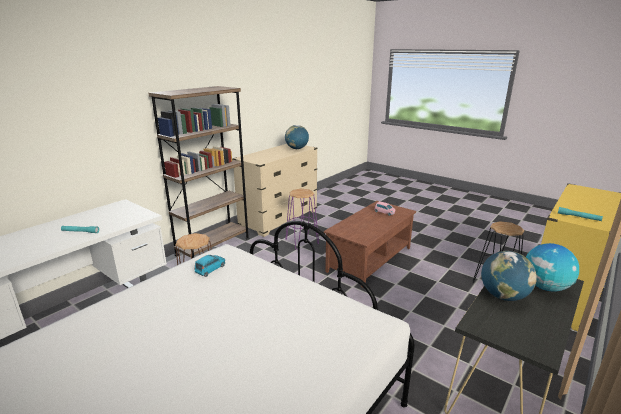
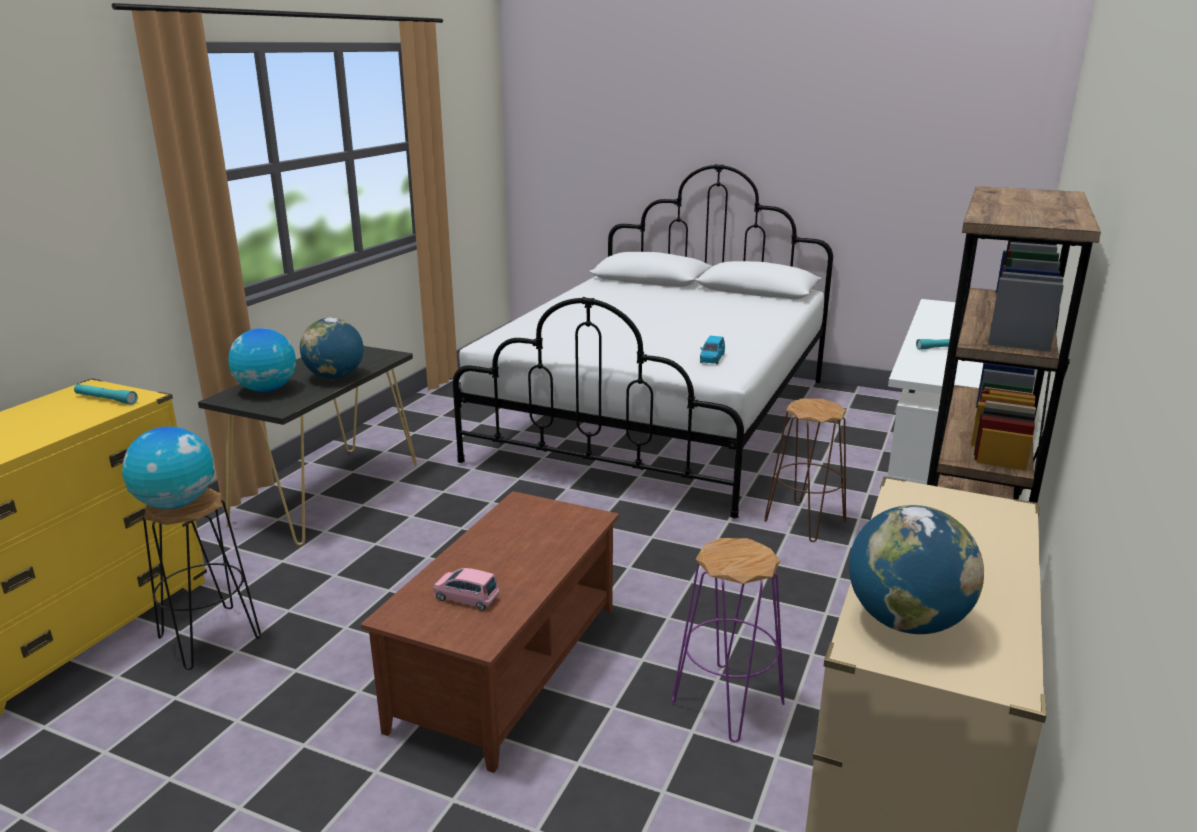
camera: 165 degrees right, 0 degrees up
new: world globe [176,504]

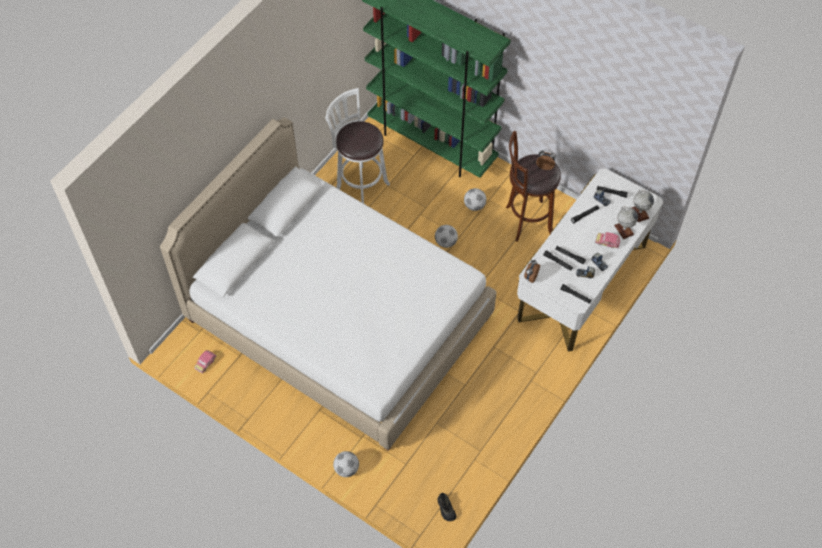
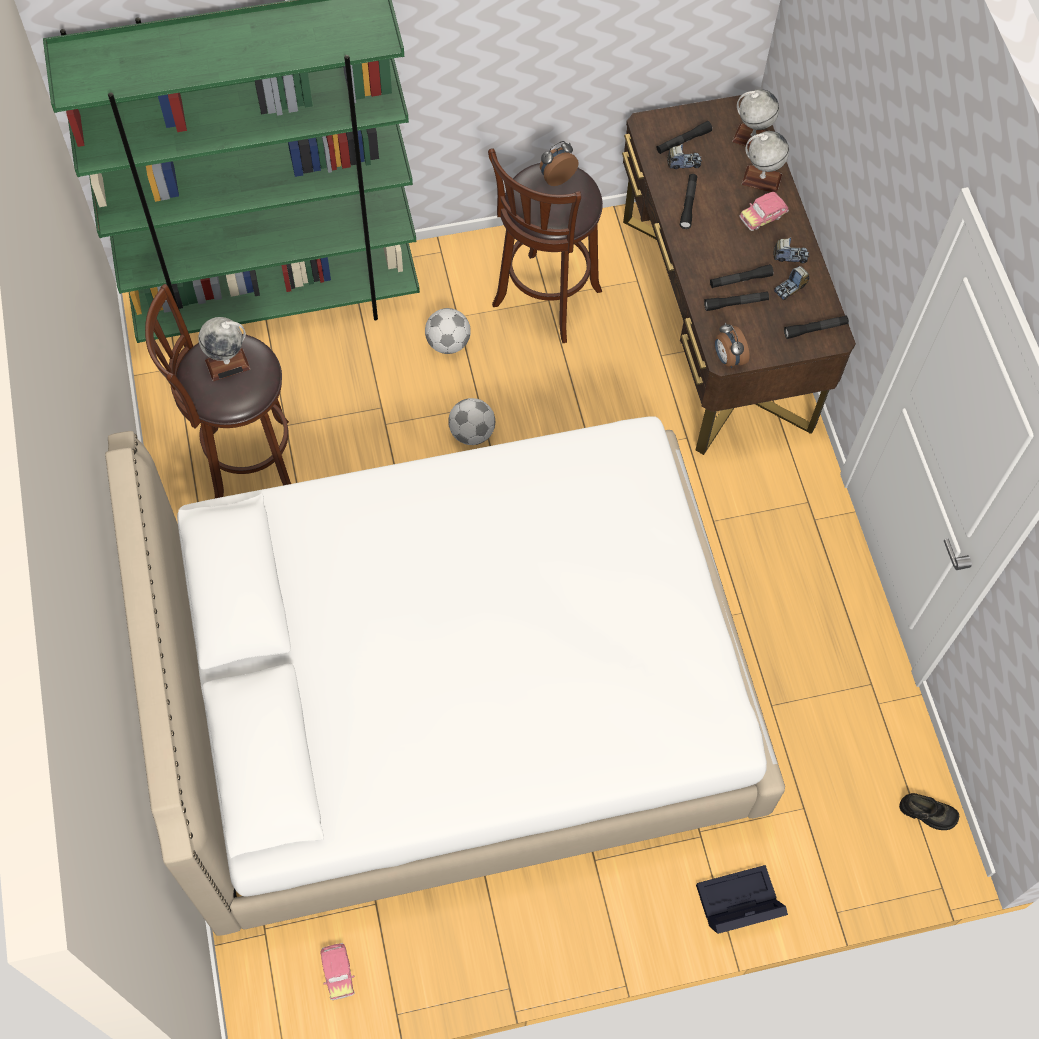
camera: 50 degrees left, 5 degrees up
new: world globe [227,364]
swapped: football ball [346,469] to storage bin (blackish) [736,904]
repainted: stool seat (white-coloured) [360,186] to stool seat (brownish) [245,464]; desk unit (white-coloured) [582,282] to desk unit (brownish) [715,321]

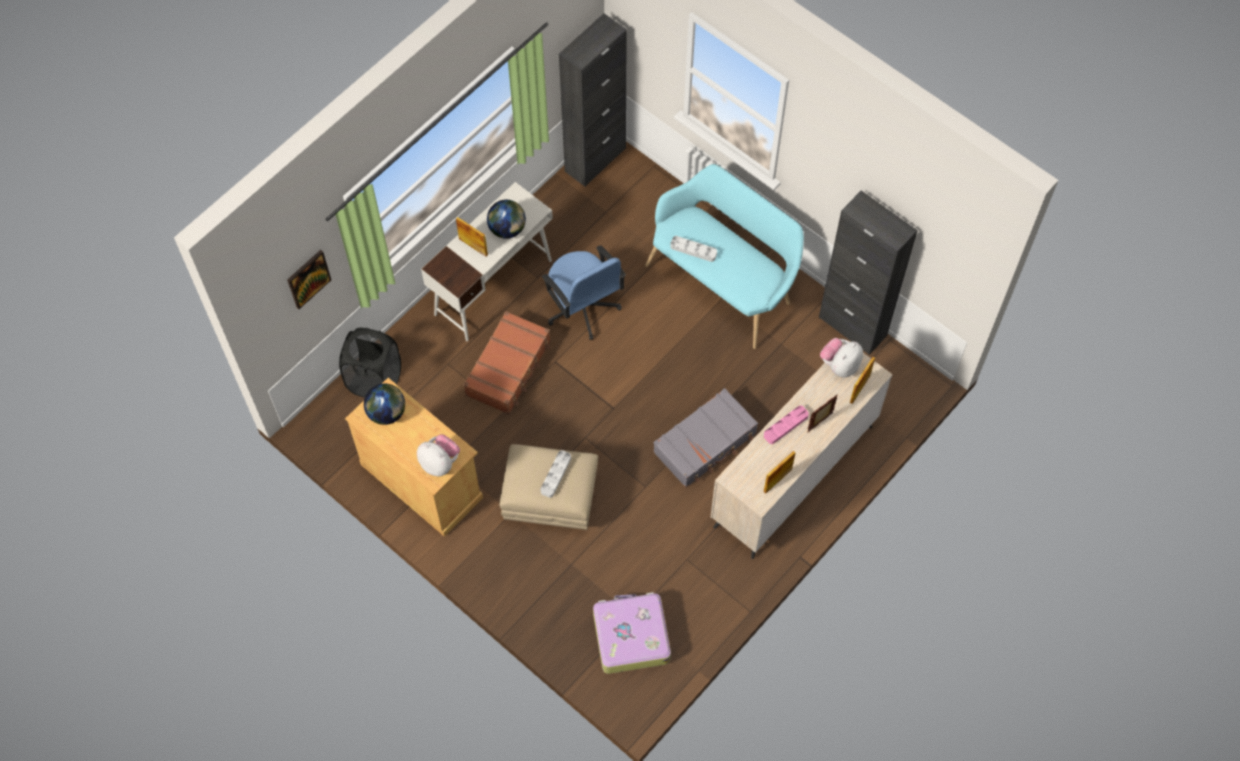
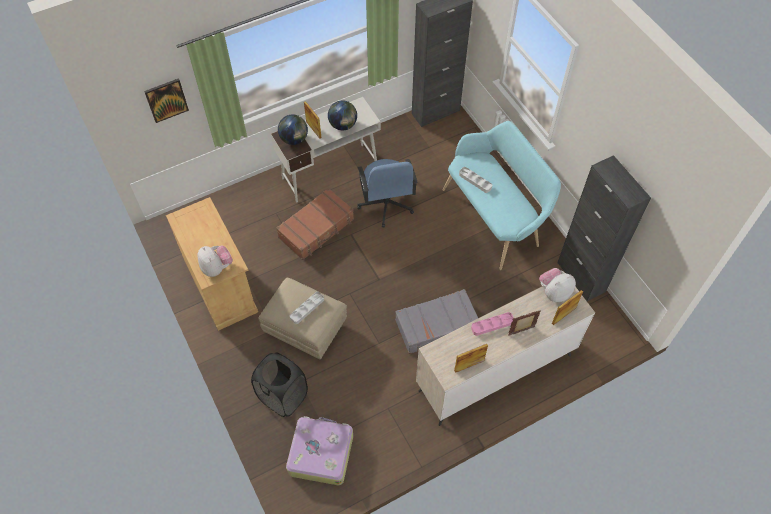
camera: 20 degrees right, 5 degrees down
shifted: hamper (blackish) [375,381] to [283,396]; world globe [387,412] to [294,139]

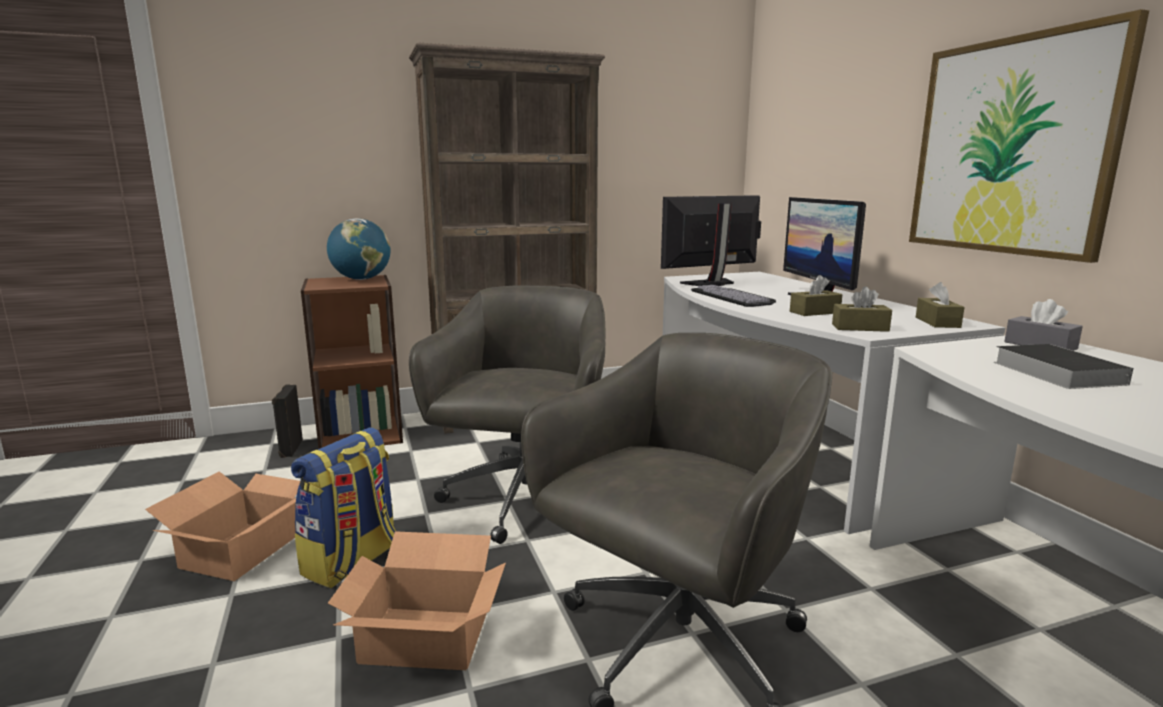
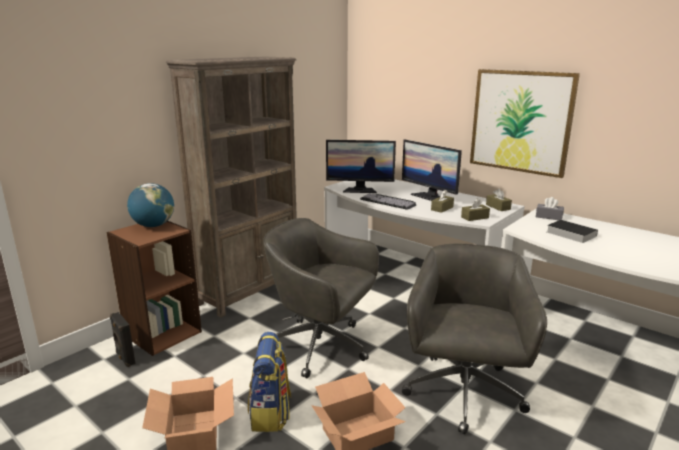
camera: 30 degrees left, 5 degrees up
rotated: office chair (grey) [525,500] = [321,347] 45 degrees counterclockwise; computer display [711,283] = [360,190] 120 degrees counterclockwise

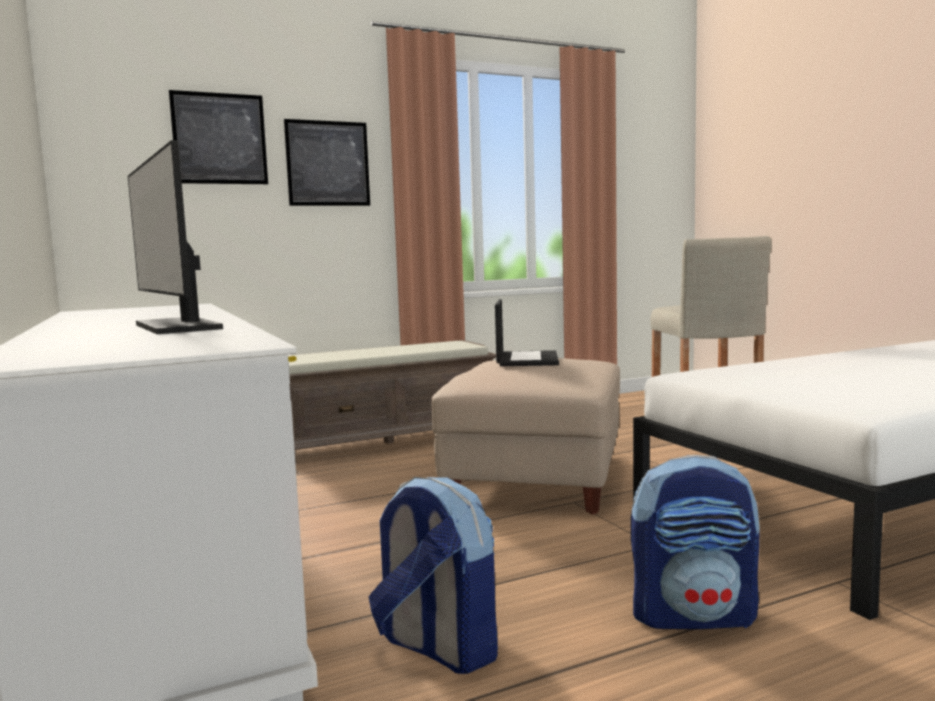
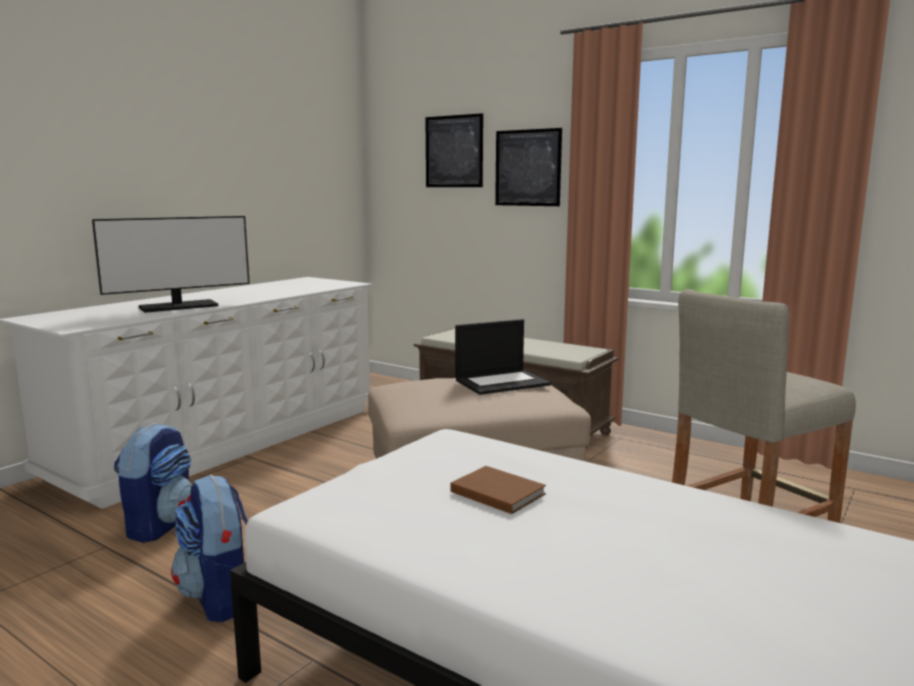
camera: 60 degrees right, 5 degrees up
new: book (brownish) [496,492]
rotated: computer display [177,327] = [179,307] 150 degrees counterclockwise

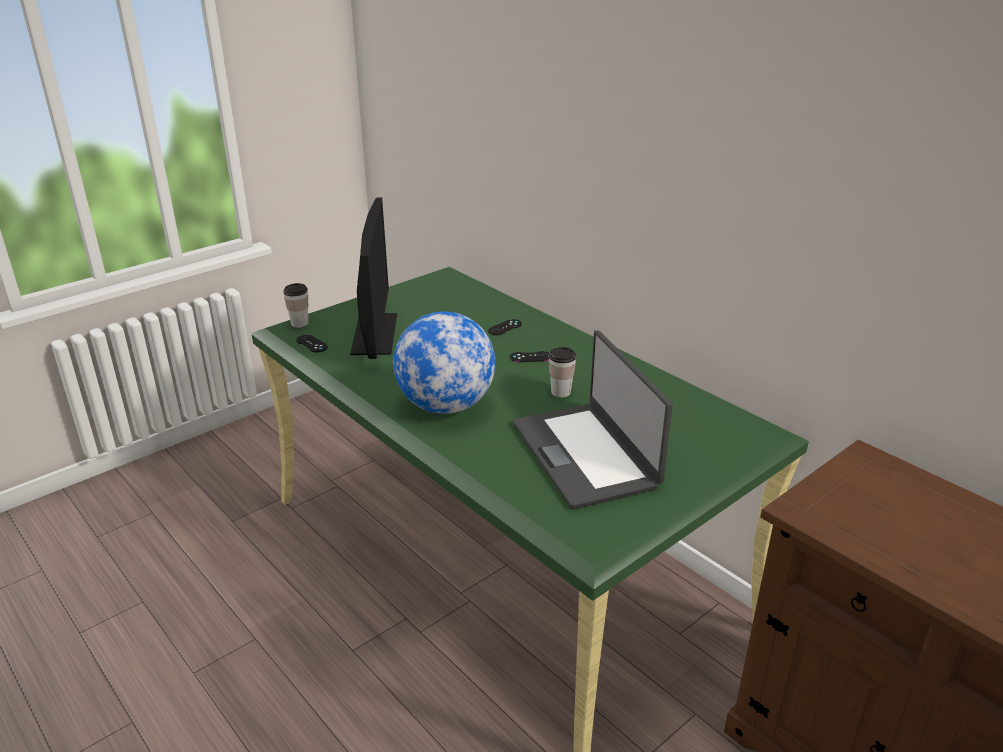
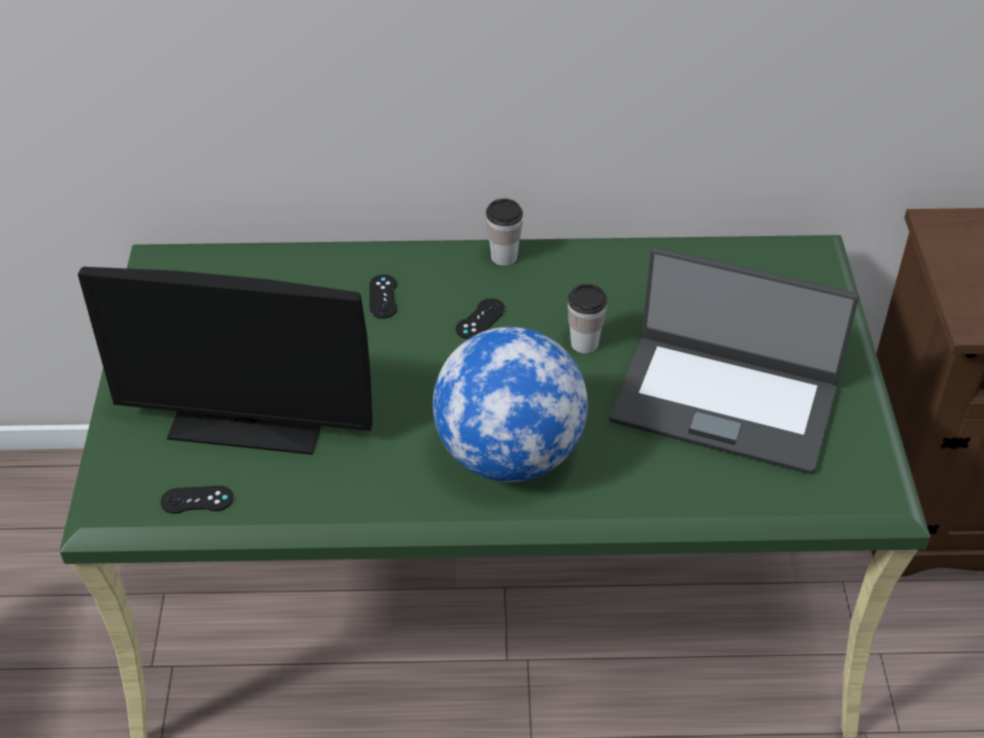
camera: 50 degrees left, 15 degrees up
shifted: drinking cup [299,323] to [504,257]
rotated: computer display [374,333] = [248,422] 150 degrees clockwise

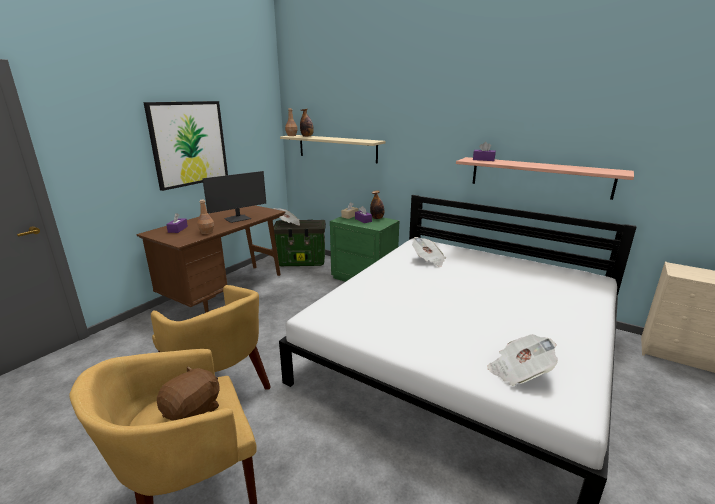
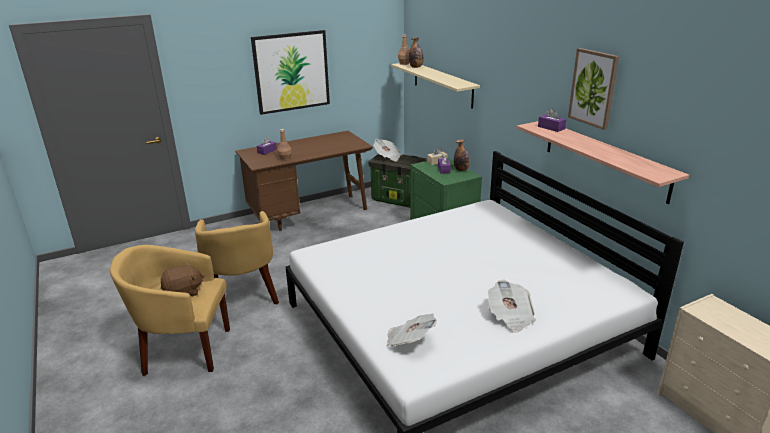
camera: 30 degrees right, 5 degrees up
gone: computer display [238,219]
new: picture [593,88]
shifted: newspaper [428,260] to [510,317]

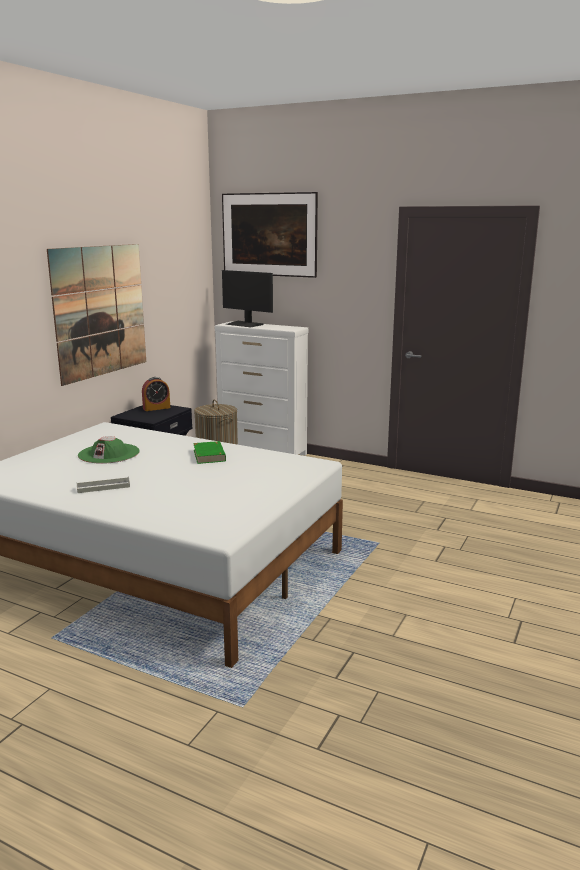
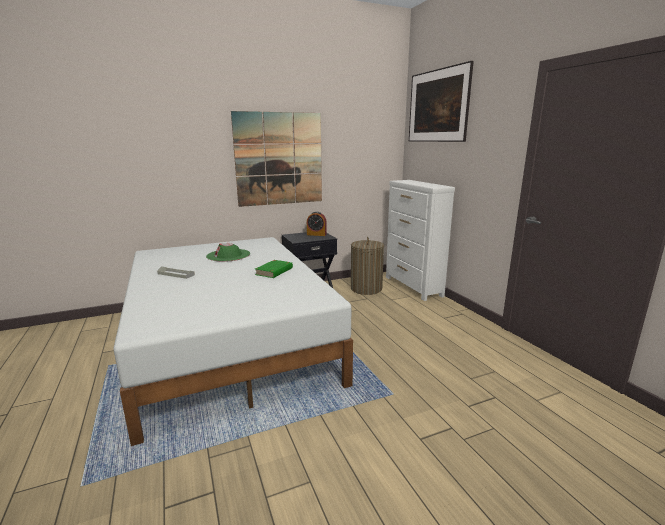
camera: 40 degrees right, 0 degrees up
gone: computer display [245,324]

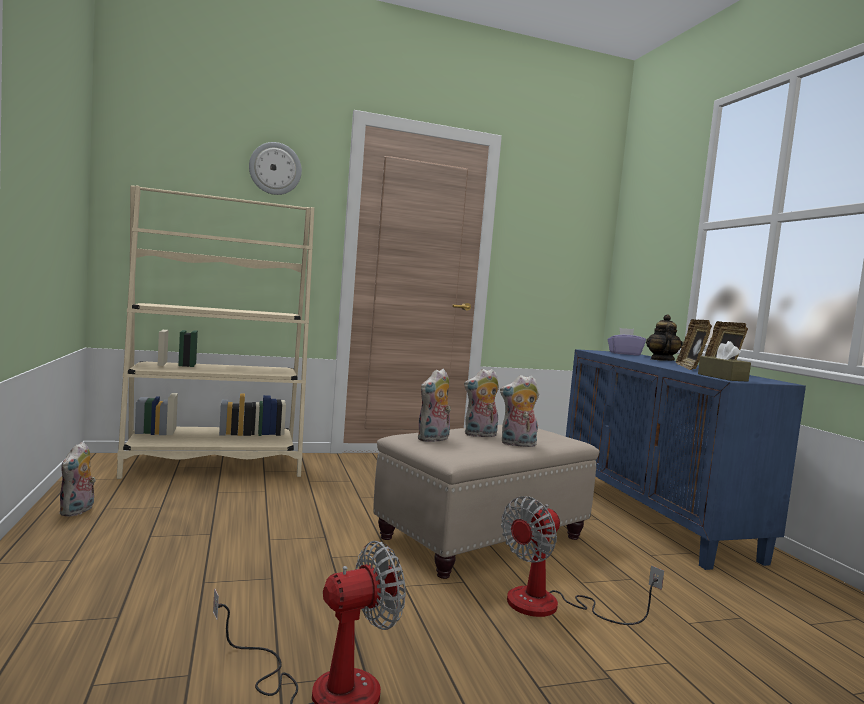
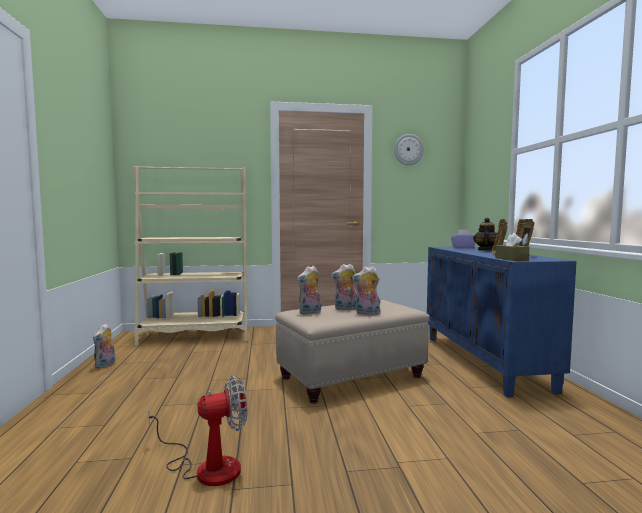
camera: 10 degrees right, 0 degrees up
gone: fan [552,606]
shifted: hanging clock [275,168] to [408,149]

